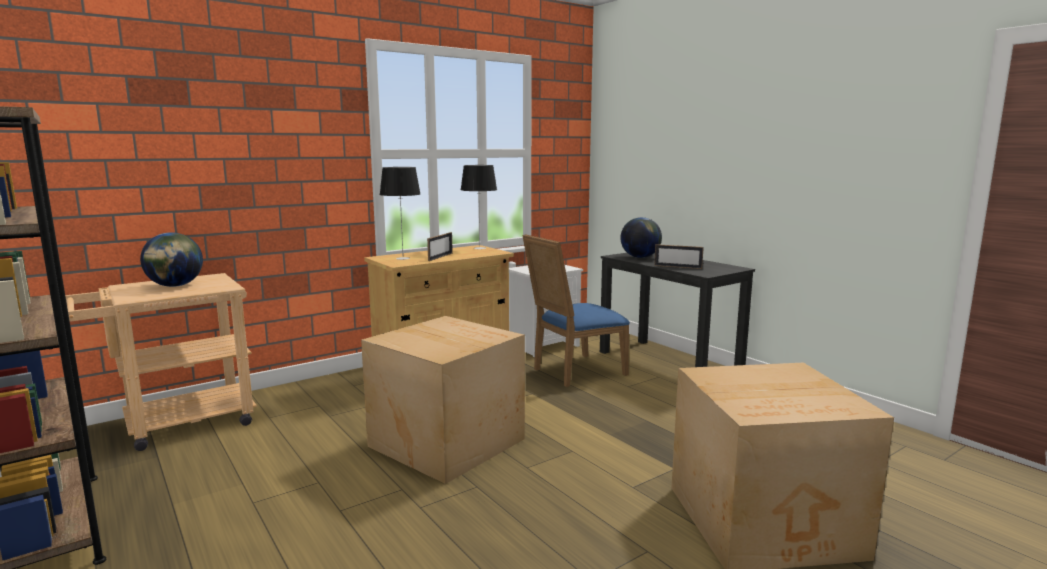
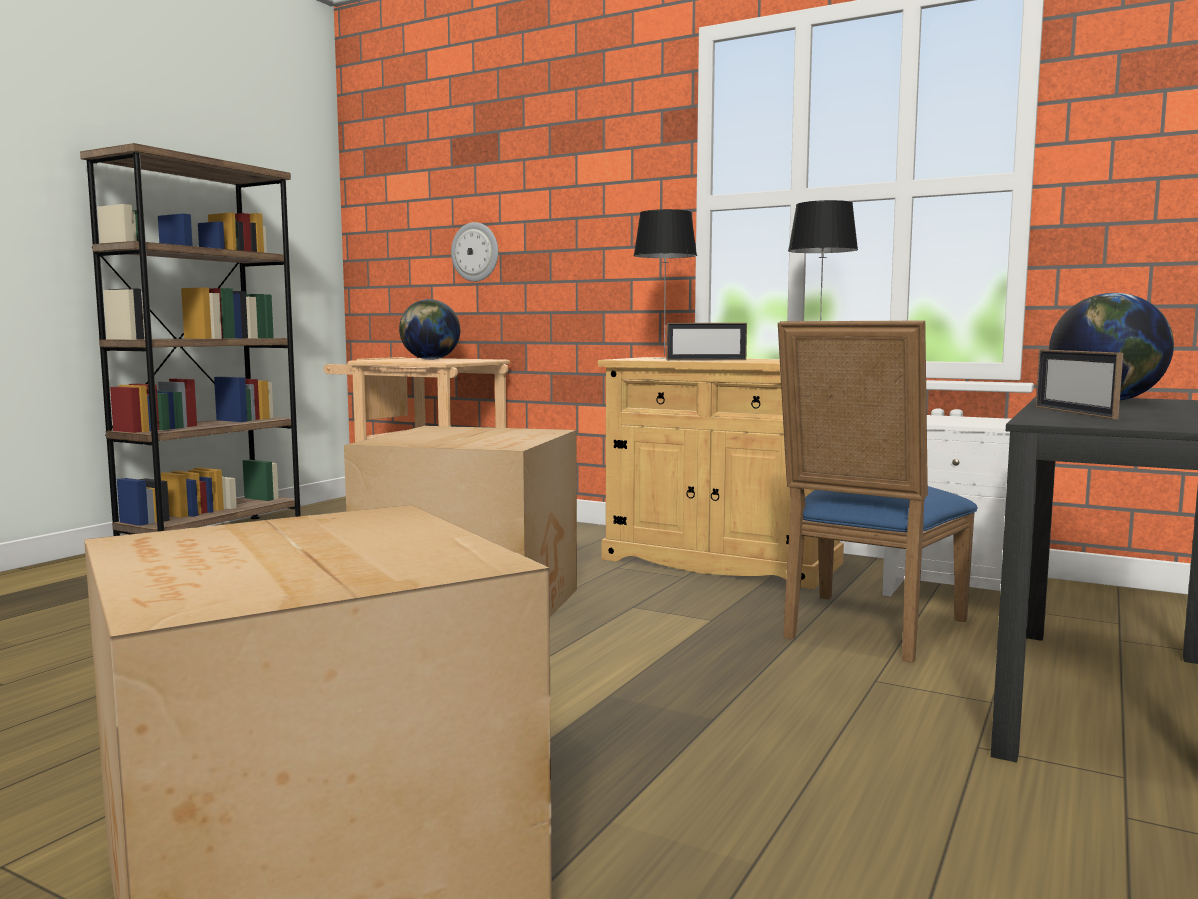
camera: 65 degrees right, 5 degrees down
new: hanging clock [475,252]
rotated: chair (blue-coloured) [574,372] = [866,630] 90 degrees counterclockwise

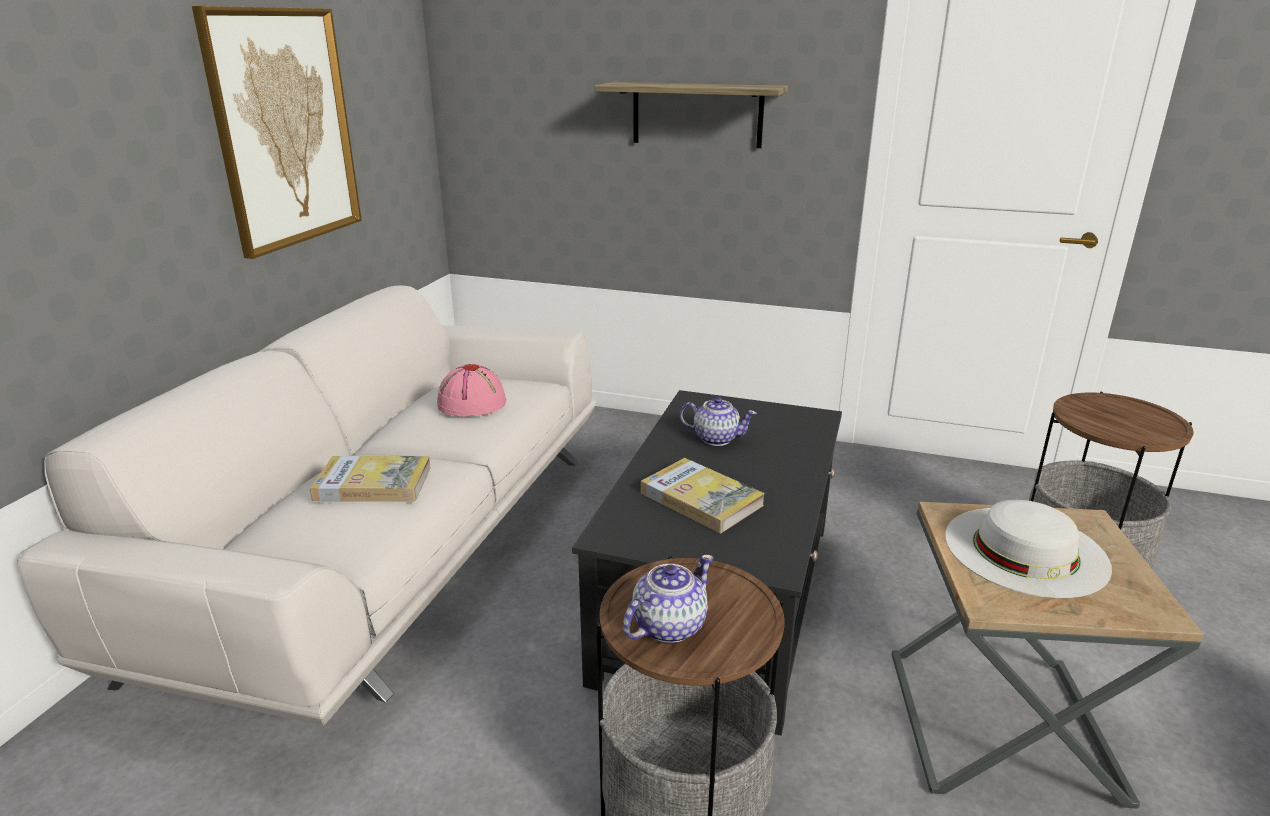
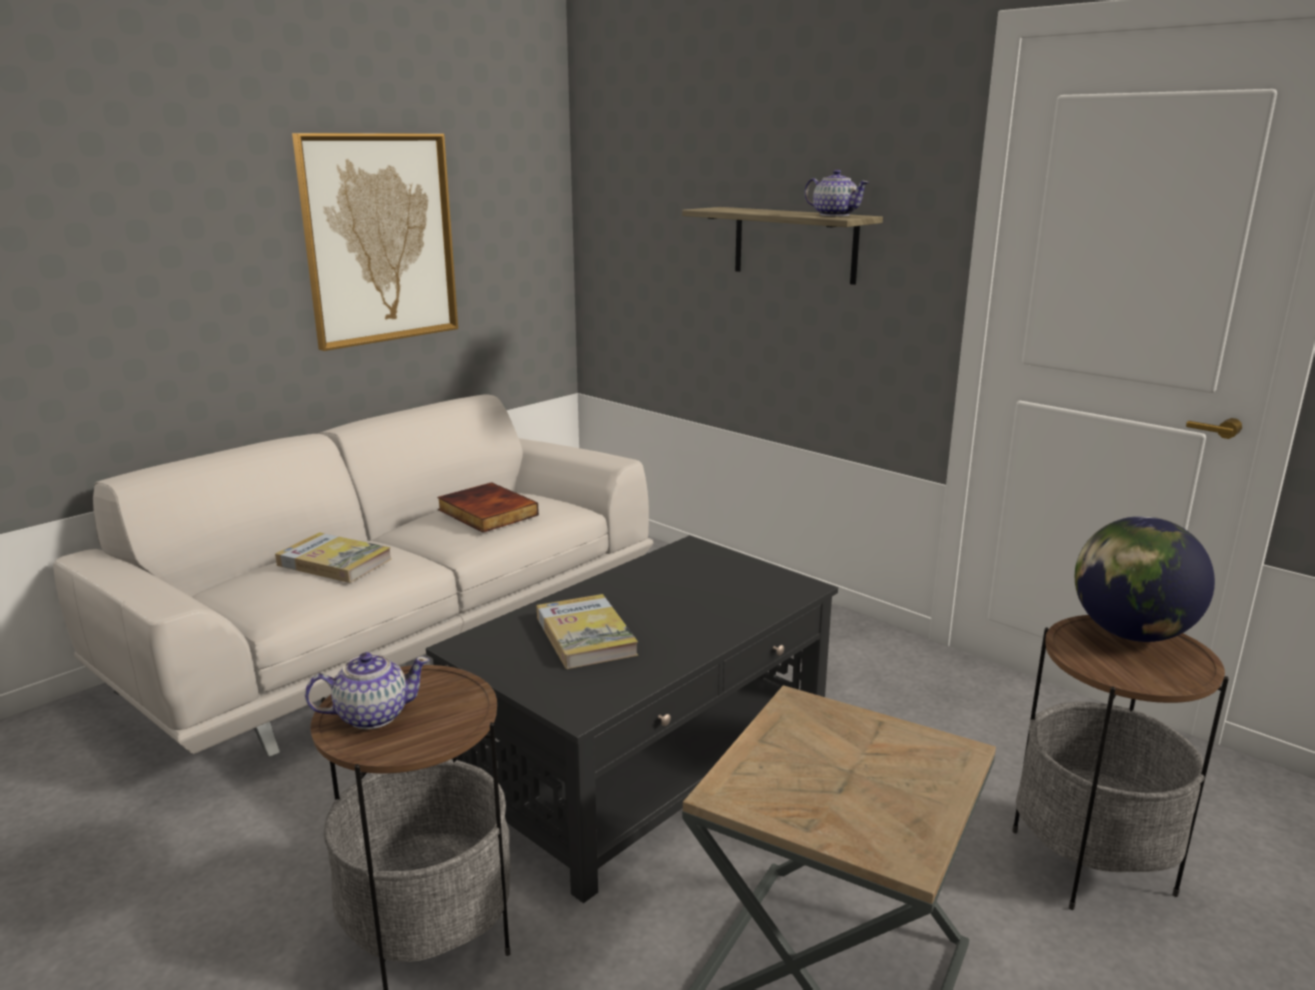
camera: 25 degrees right, 5 degrees down
gone: hat (white-coloured) [1025,550]
new: world globe [1130,633]
shifted: pot for tea [716,438] to [834,215]
swapped: hat (pink) [471,403] to book [485,512]

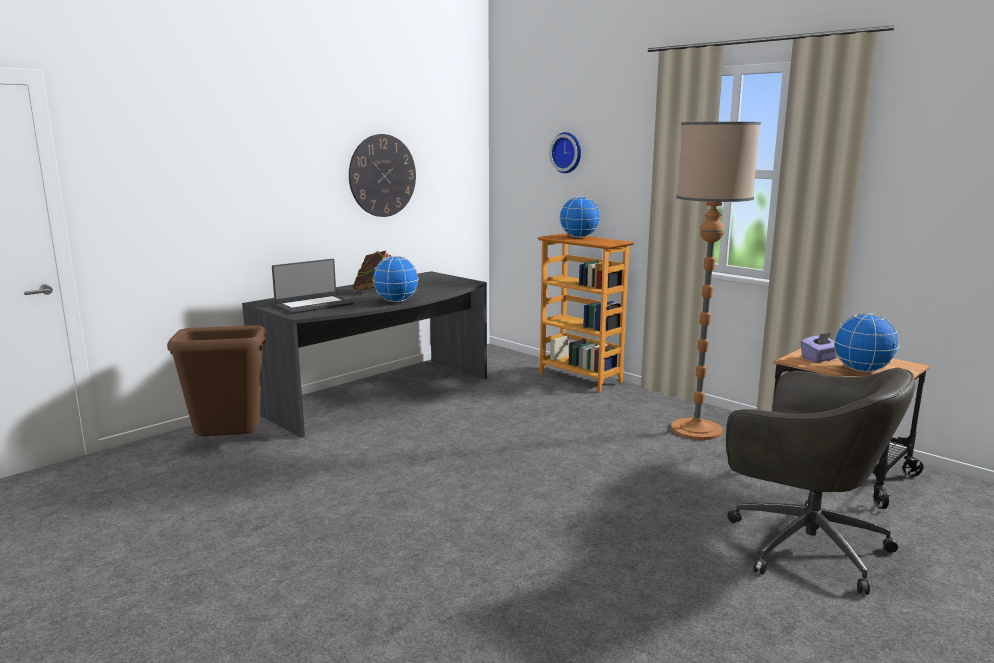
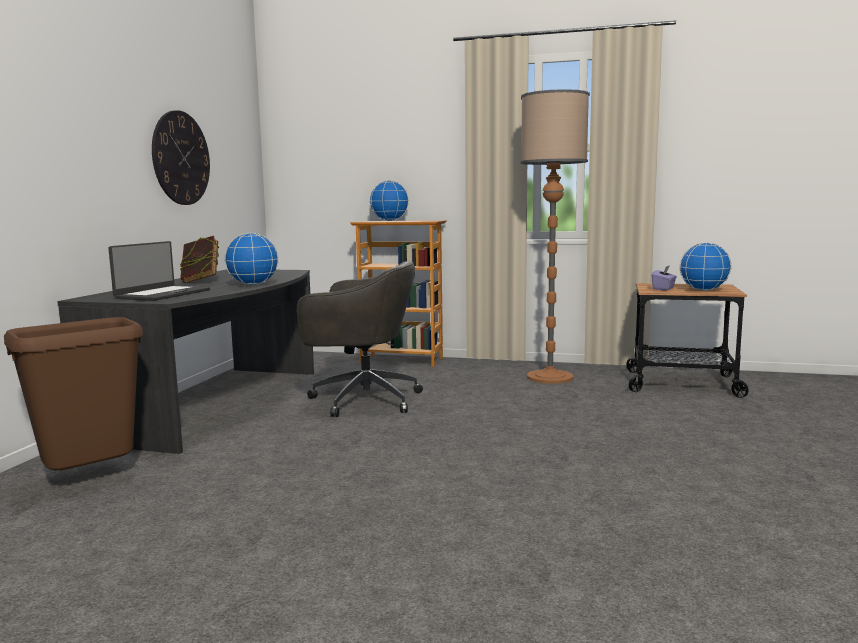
camera: 30 degrees left, 5 degrees down
gone: hanging clock [567,152]
shifted: office chair (grey) [802,544] to [362,400]

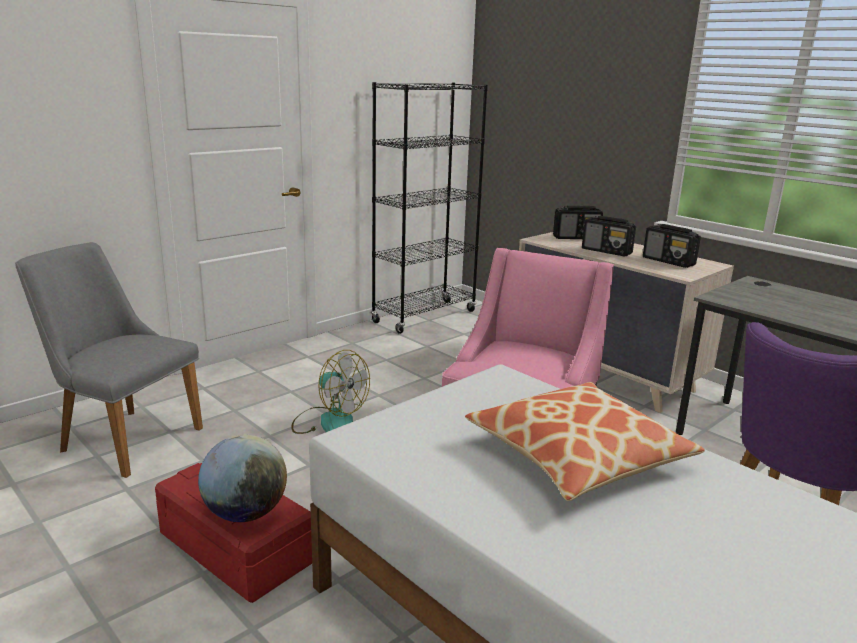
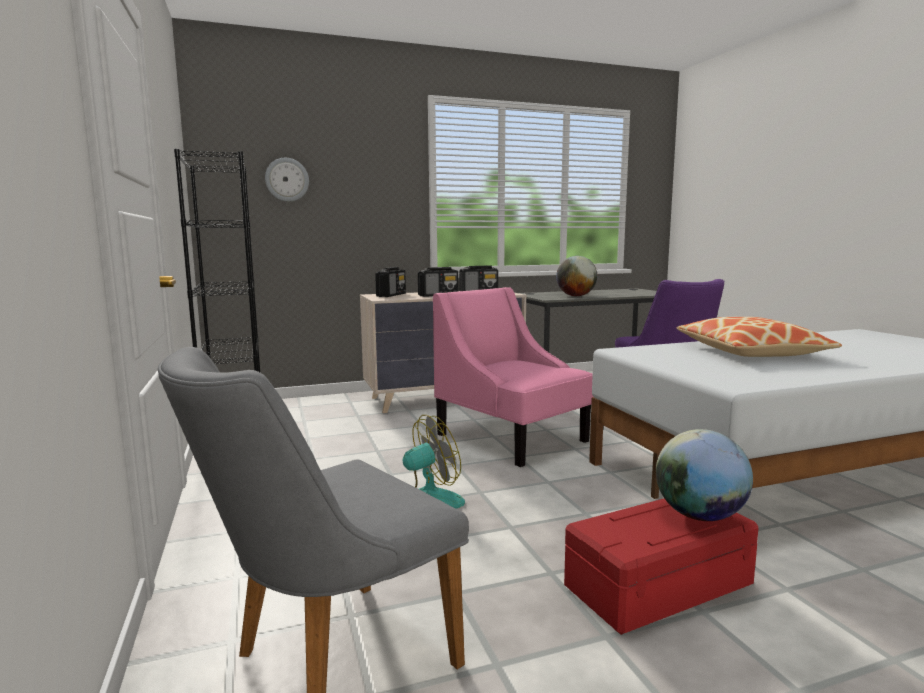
camera: 65 degrees left, 10 degrees down
new: hanging clock [287,179]; world globe [576,296]

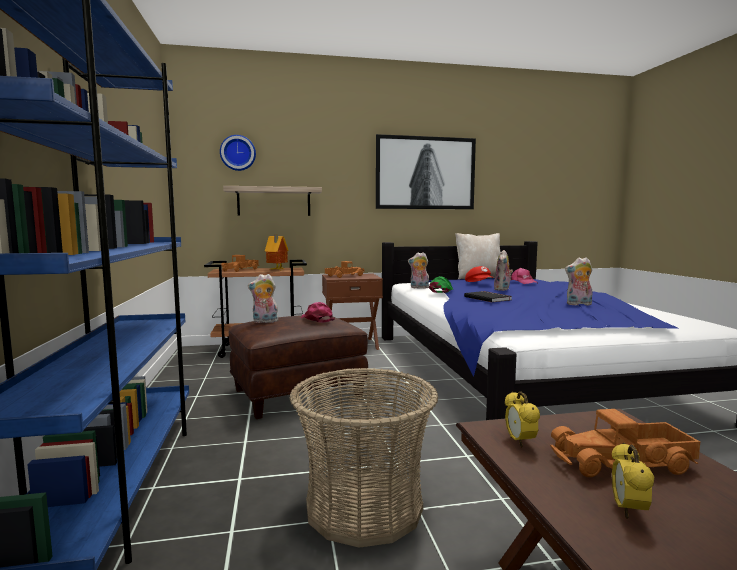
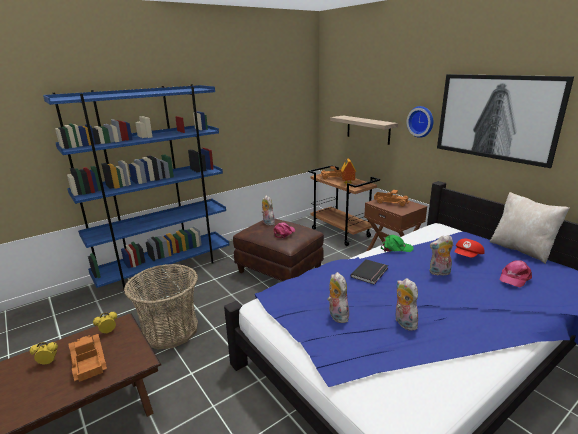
camera: 65 degrees right, 15 degrees up
shifted: hanging clock [238,153] to [421,121]; plush toy [419,288] to [336,315]

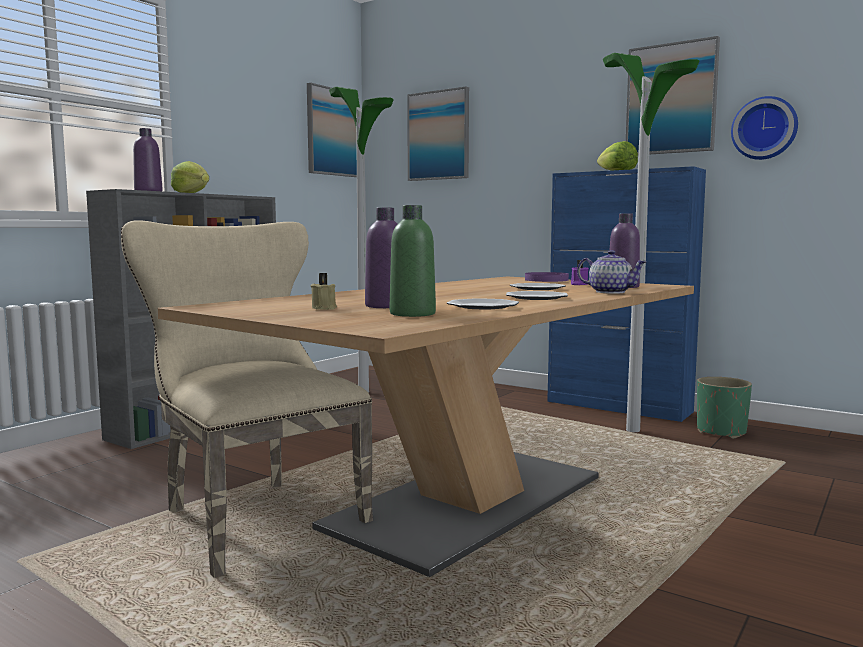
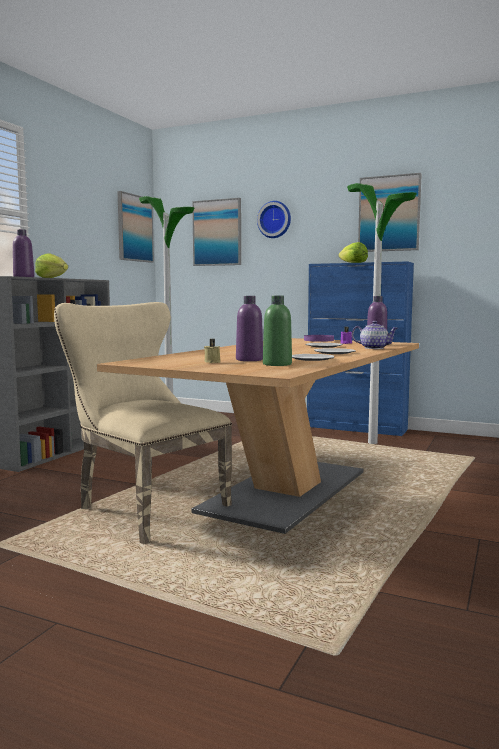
camera: 10 degrees left, 0 degrees up
gone: plant pot (green-coloured) [721,432]
shifted: hanging clock [764,128] to [275,220]

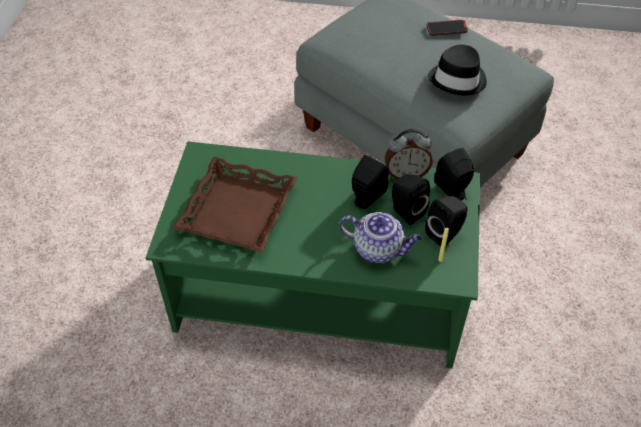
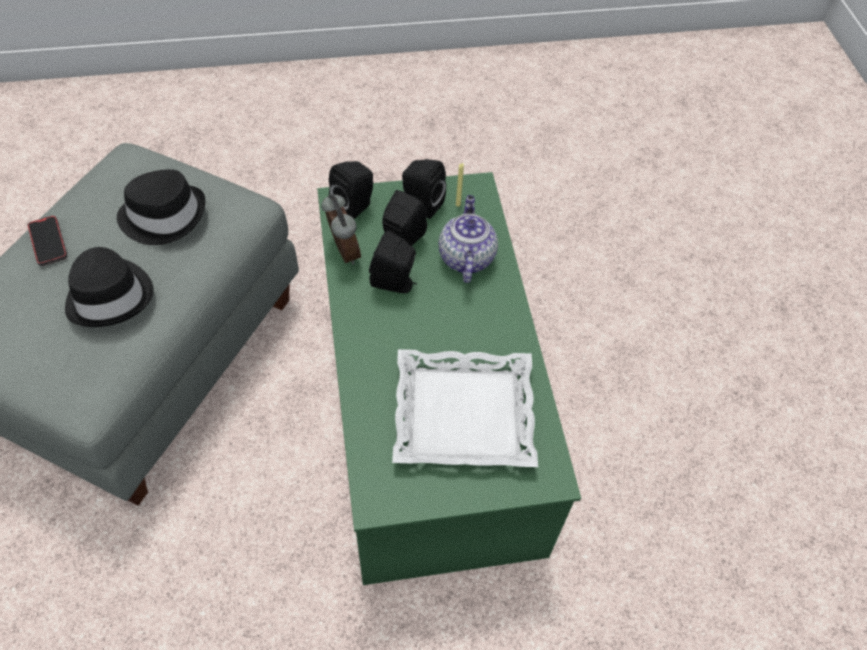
camera: 110 degrees left, 5 degrees up
new: hat (blackish) [111,295]
repainted: tray (brownish) [238,211] to tray (white-coloured) [464,413]

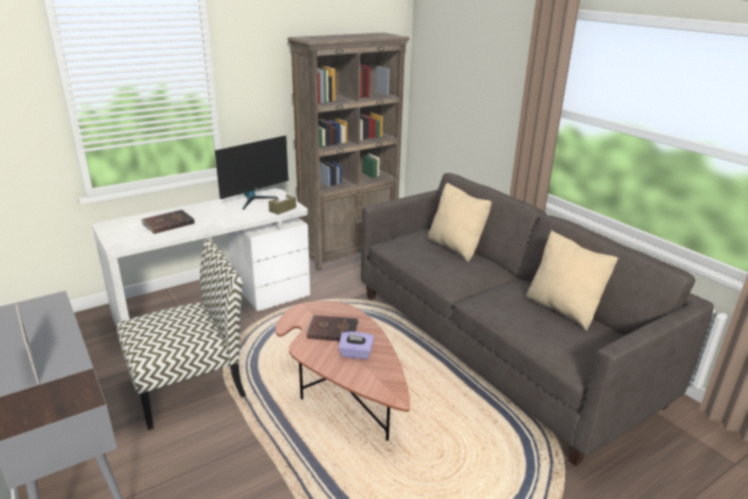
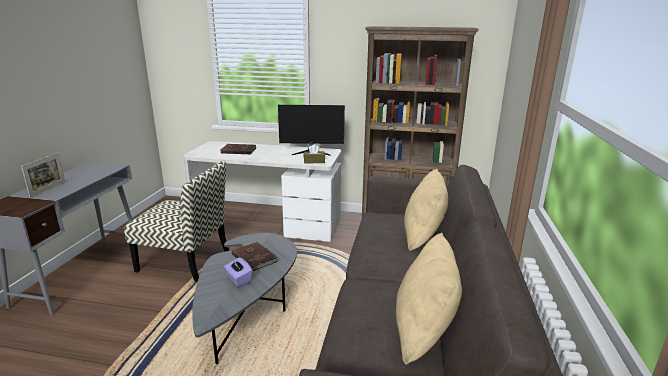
camera: 45 degrees right, 5 degrees down
repainted: coffee table (brownish) [342,390] to coffee table (grey) [248,312]

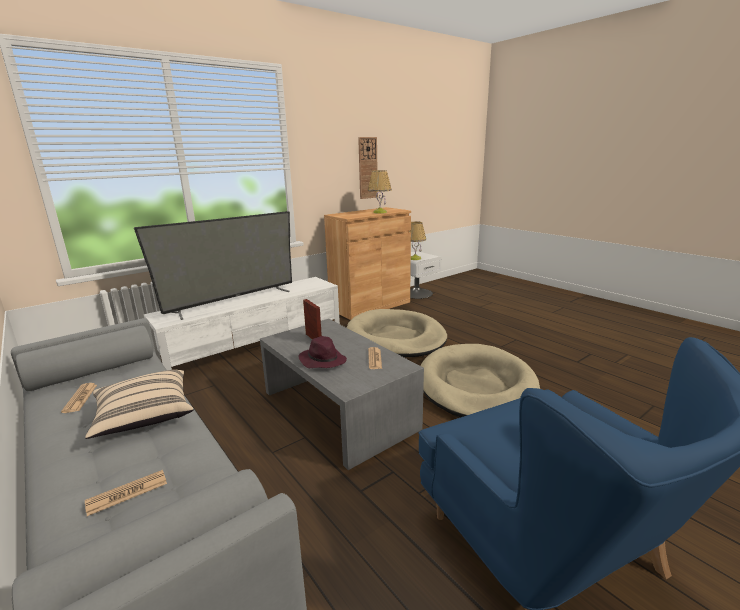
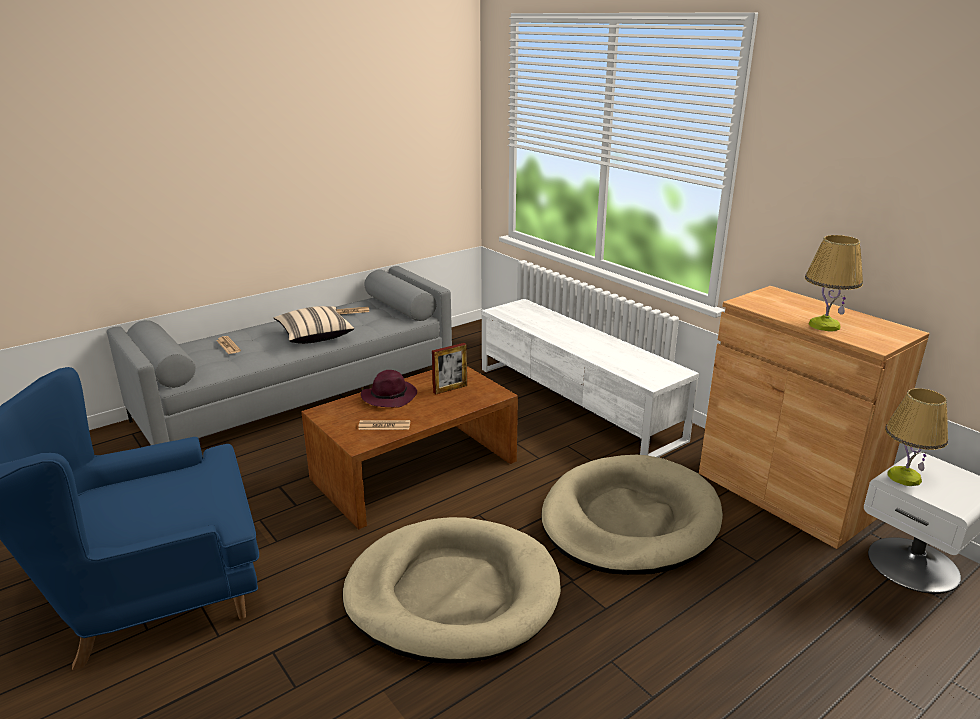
camera: 90 degrees right, 5 degrees up
gone: TV [233,301]; hanging clock [367,168]
repainted: coffee table (grey) [337,410] to coffee table (brownish) [414,469]

